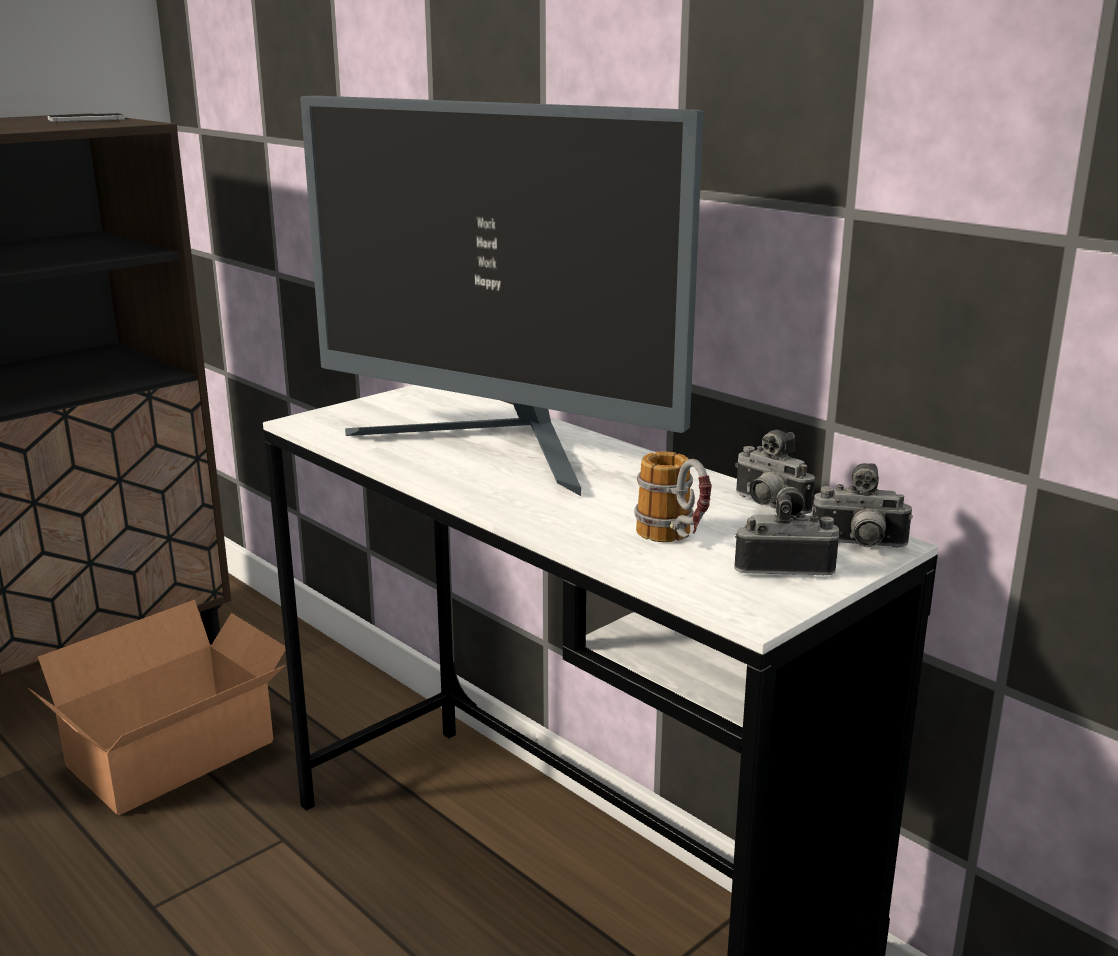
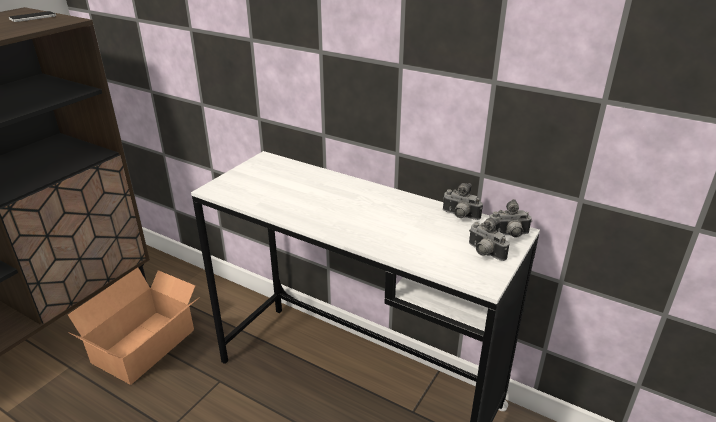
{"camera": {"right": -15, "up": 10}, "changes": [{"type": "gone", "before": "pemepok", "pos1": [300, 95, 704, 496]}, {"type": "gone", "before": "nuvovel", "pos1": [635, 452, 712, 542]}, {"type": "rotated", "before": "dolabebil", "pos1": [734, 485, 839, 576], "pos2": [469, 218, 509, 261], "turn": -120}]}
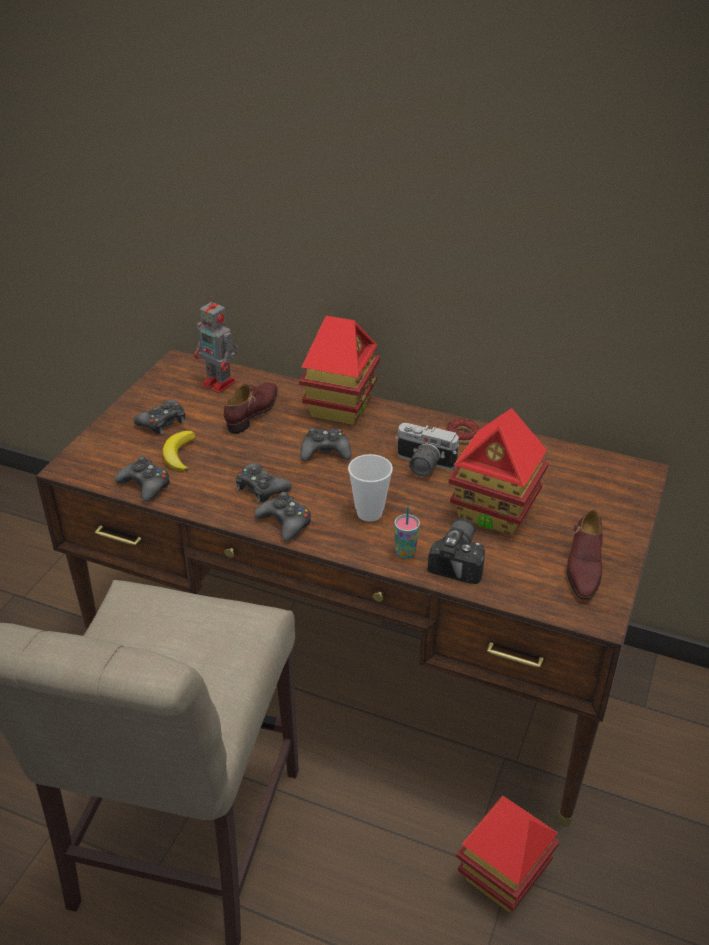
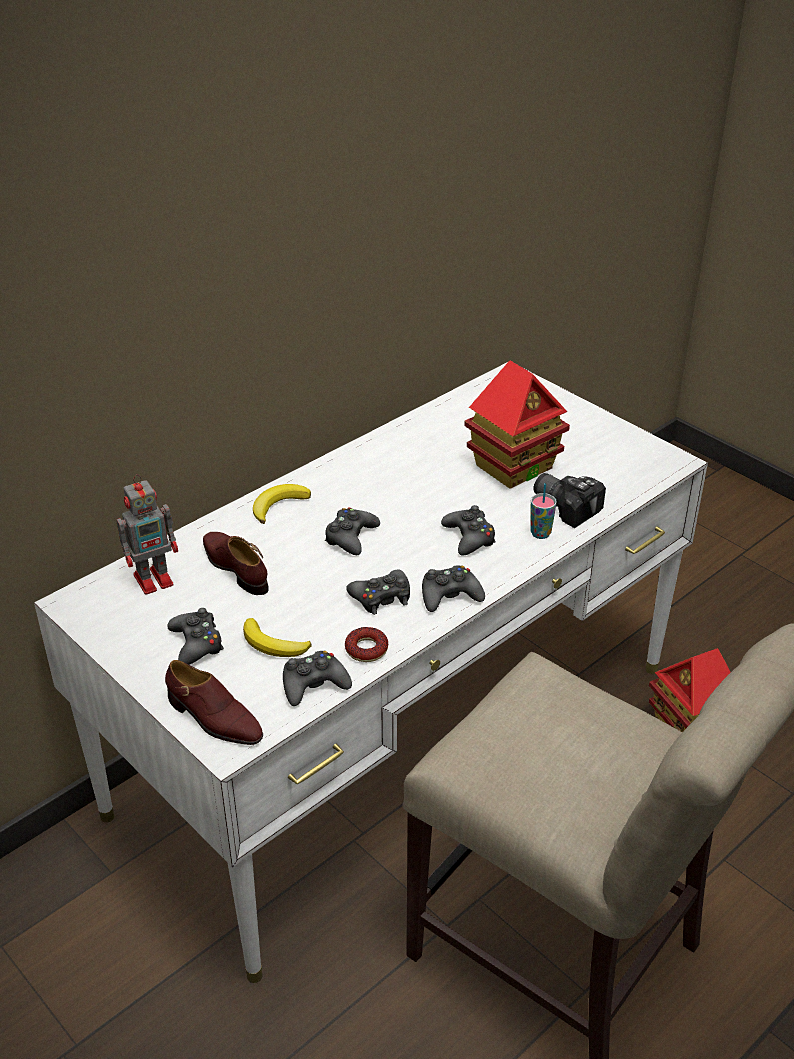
{"camera": {"right": -65, "up": 0}, "changes": [{"type": "gone", "before": "dolabebil", "pos1": [395, 423, 459, 477]}, {"type": "shifted", "before": "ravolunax", "pos1": [446, 419, 479, 443], "pos2": [345, 627, 388, 662]}, {"type": "shifted", "before": "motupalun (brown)", "pos1": [566, 509, 603, 599], "pos2": [165, 660, 263, 745]}, {"type": "swapped", "before": "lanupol", "after": "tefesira", "pos1": [299, 316, 380, 425], "pos2": [253, 484, 311, 524]}, {"type": "swapped", "before": "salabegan", "after": "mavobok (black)", "pos1": [348, 454, 393, 522], "pos2": [441, 505, 495, 556]}, {"type": "repainted", "before": "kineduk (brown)", "after": "kineduk (white)", "pos1": [36, 349, 670, 827], "pos2": [34, 362, 708, 983]}]}
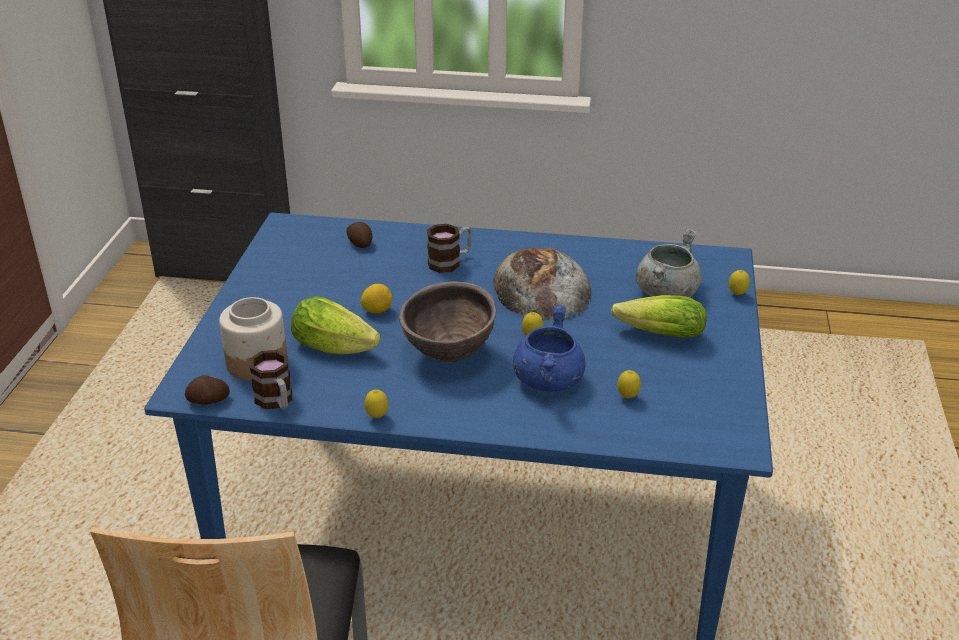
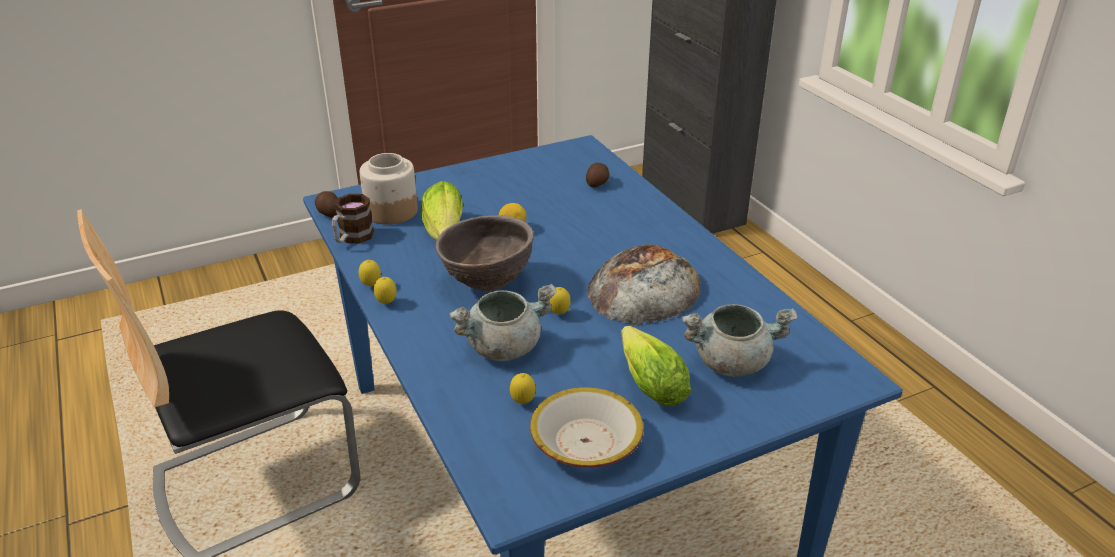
{"camera": {"right": 55, "up": 0}, "changes": [{"type": "gone", "before": "nuvovel", "pos1": [427, 224, 472, 273]}, {"type": "new", "after": "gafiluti", "pos2": [530, 387, 643, 467]}, {"type": "shifted", "before": "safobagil", "pos1": [729, 270, 750, 295], "pos2": [374, 277, 397, 304]}, {"type": "repainted", "before": "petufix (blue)", "after": "petufix (grey)", "pos1": [513, 304, 585, 392], "pos2": [449, 283, 557, 361]}]}
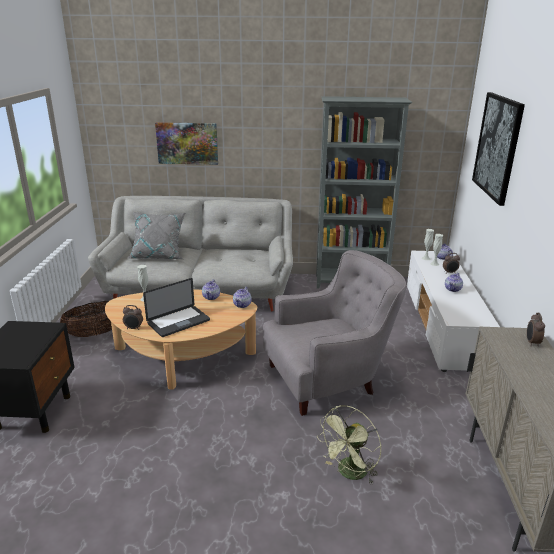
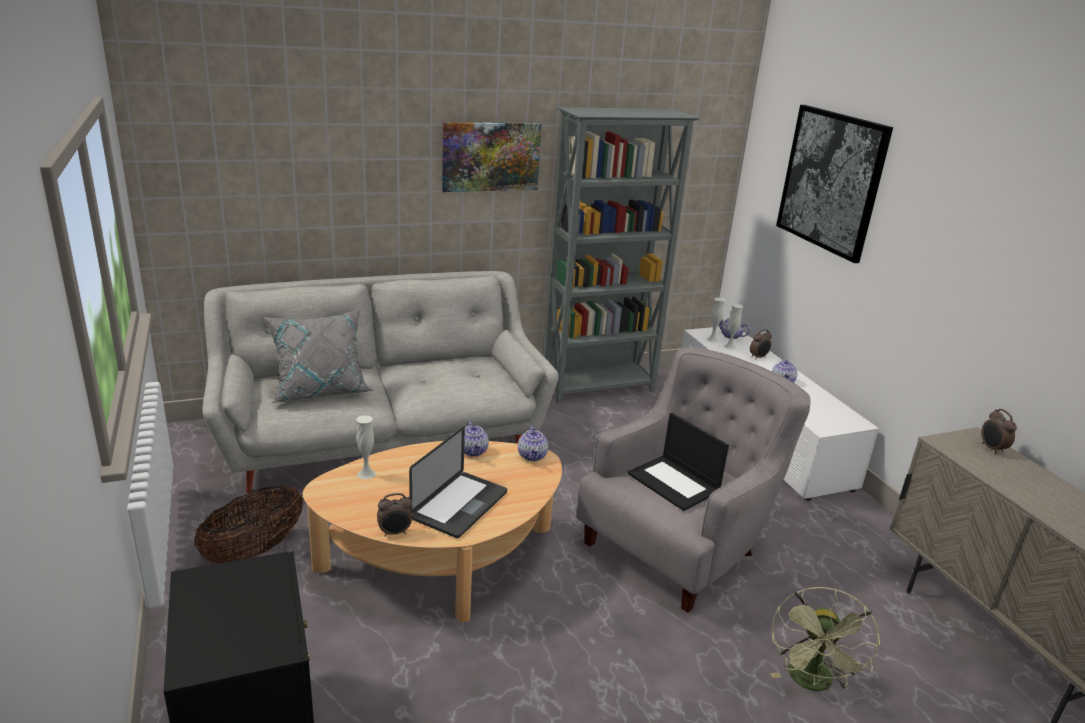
{"camera": {"right": -25, "up": 0}, "changes": [{"type": "new", "after": "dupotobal", "pos2": [627, 413, 729, 511]}, {"type": "shifted", "before": "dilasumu", "pos1": [155, 122, 218, 165], "pos2": [442, 122, 542, 192]}]}
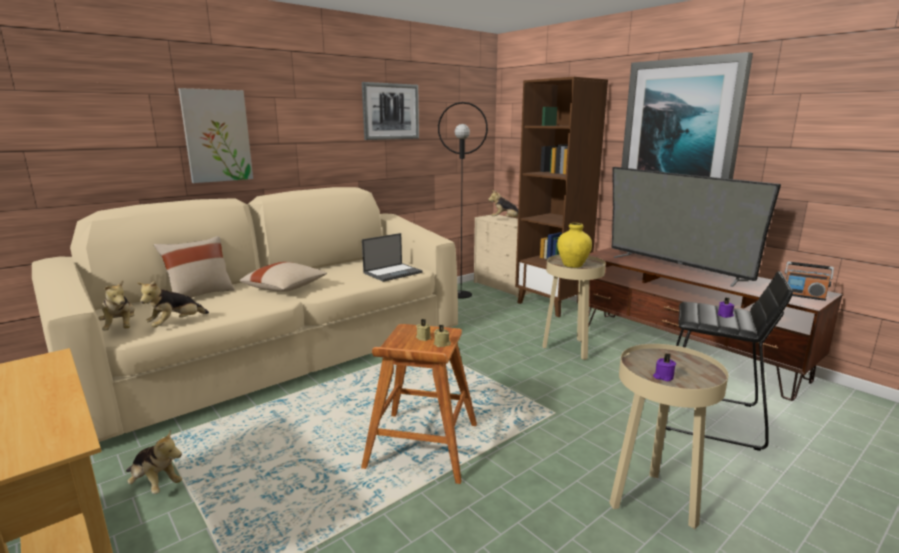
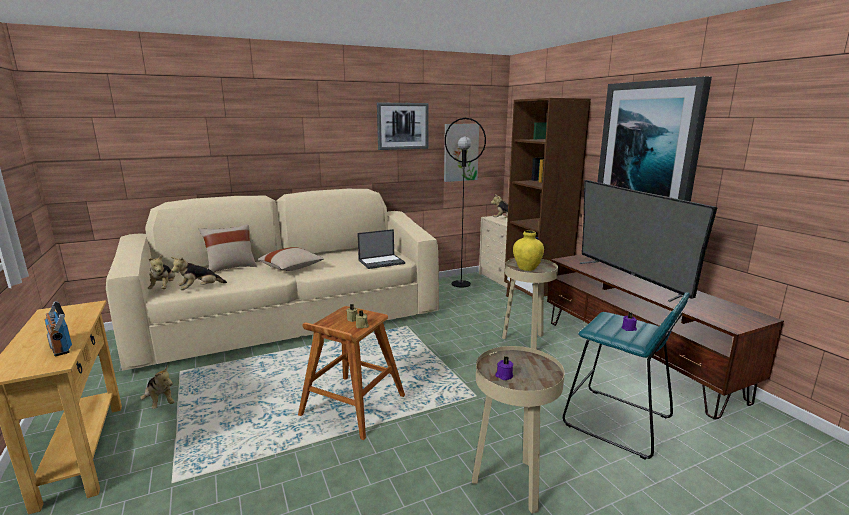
{"camera": {"right": 15, "up": 0}, "changes": [{"type": "shifted", "before": "dilasumu", "pos1": [178, 88, 253, 183], "pos2": [444, 124, 479, 182]}, {"type": "shifted", "before": "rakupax", "pos1": [785, 262, 834, 301], "pos2": [45, 301, 72, 356]}, {"type": "repainted", "before": "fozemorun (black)", "after": "fozemorun (turquoise)", "pos1": [666, 271, 793, 451], "pos2": [563, 292, 690, 460]}]}
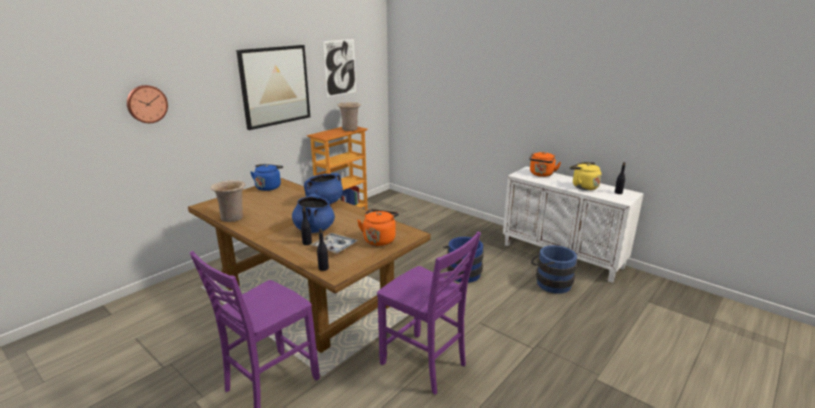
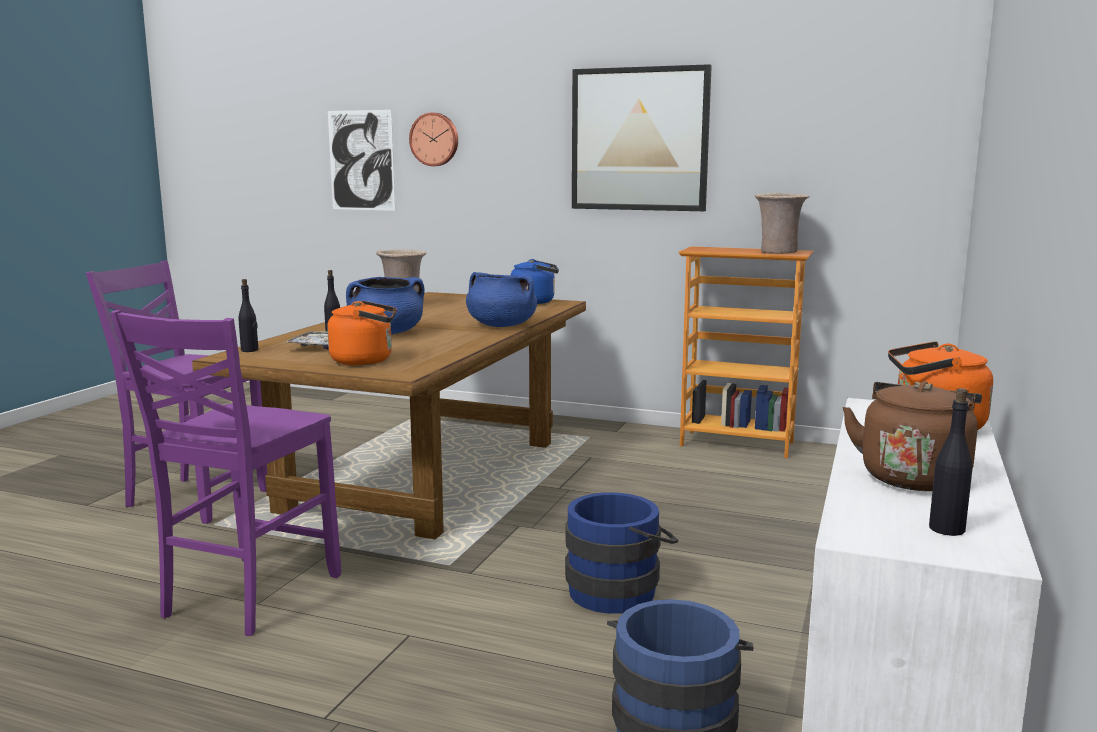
{"camera": {"right": 70, "up": -10}, "changes": [{"type": "shifted", "before": "dilasumu", "pos1": [323, 39, 356, 97], "pos2": [328, 110, 395, 211]}, {"type": "repainted", "before": "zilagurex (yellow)", "after": "zilagurex (brown)", "pos1": [570, 162, 601, 190], "pos2": [842, 381, 982, 491]}]}
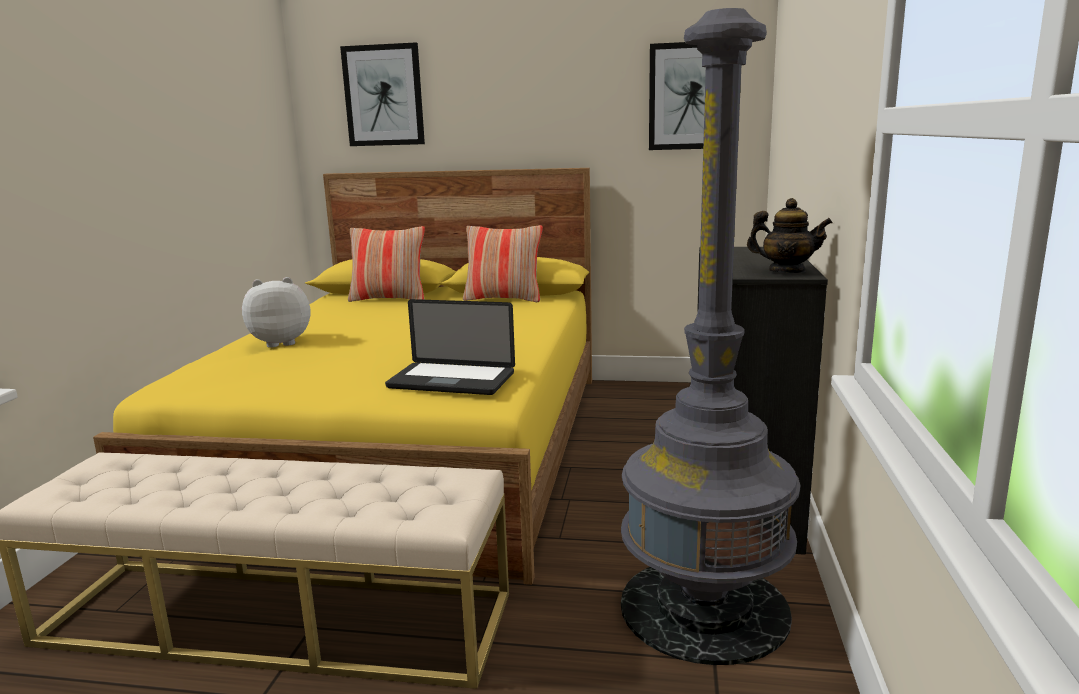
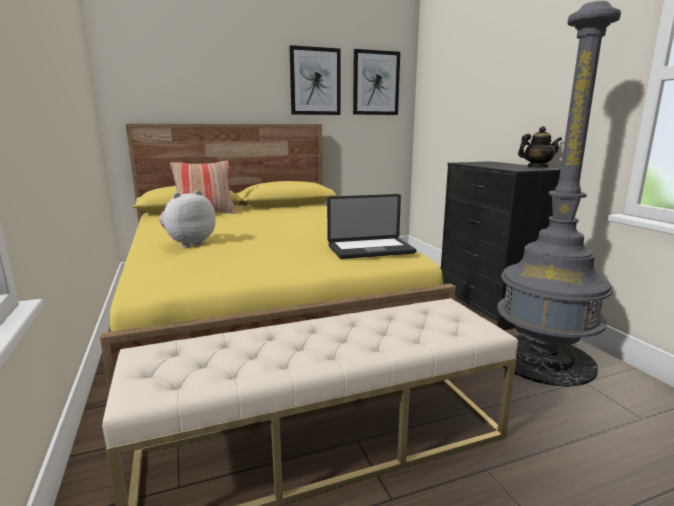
{"camera": {"right": -30, "up": 0}, "changes": [{"type": "gone", "before": "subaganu", "pos1": [463, 225, 543, 302]}, {"type": "shifted", "before": "dilasumu", "pos1": [340, 42, 425, 146], "pos2": [289, 45, 341, 115]}]}
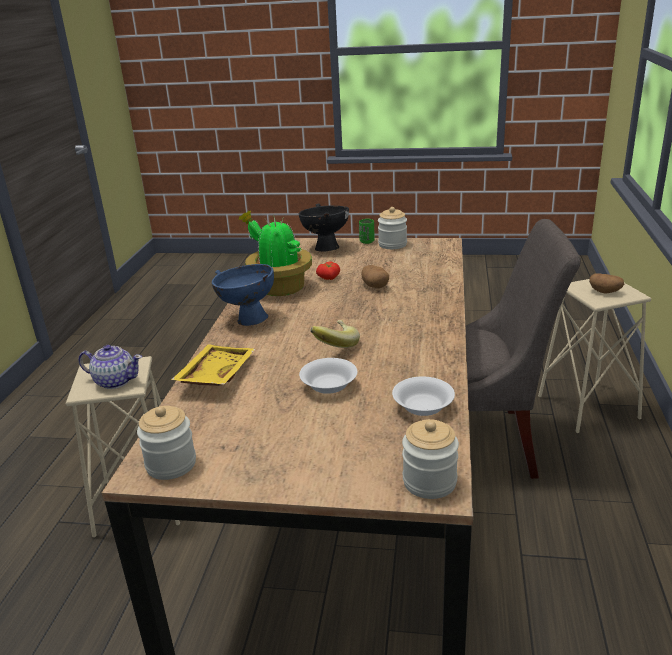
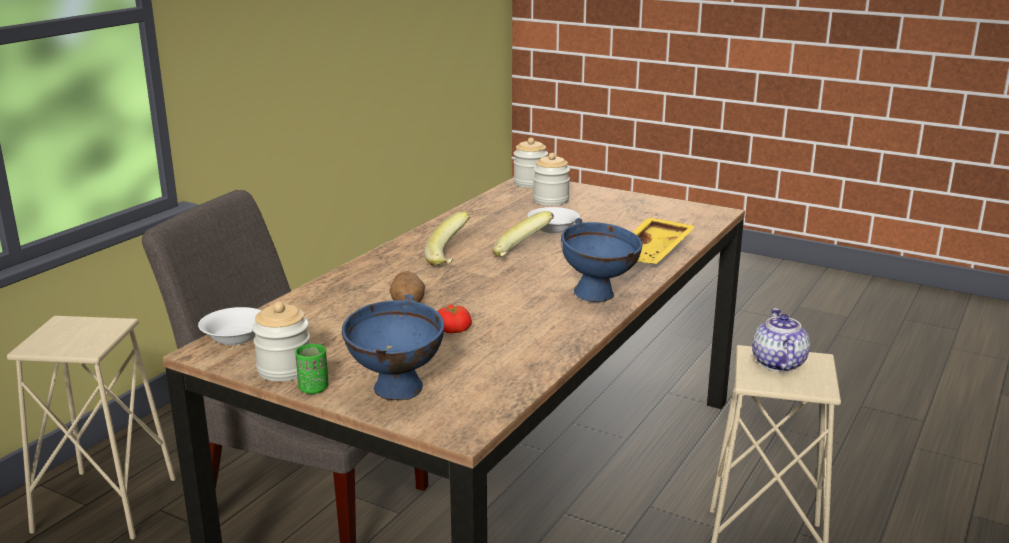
{"camera": {"right": -160, "up": -5}, "changes": [{"type": "gone", "before": "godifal", "pos1": [238, 211, 312, 296]}, {"type": "gone", "before": "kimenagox", "pos1": [589, 273, 624, 294]}, {"type": "new", "after": "tefesira", "pos2": [424, 212, 470, 265]}, {"type": "shifted", "before": "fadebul", "pos1": [137, 406, 196, 480], "pos2": [533, 153, 570, 206]}, {"type": "shifted", "before": "gafiluti (white)", "pos1": [392, 376, 455, 416], "pos2": [198, 307, 262, 345]}, {"type": "repainted", "before": "gafiluti (black)", "after": "gafiluti (blue)", "pos1": [299, 204, 349, 252], "pos2": [342, 294, 444, 401]}, {"type": "rotated", "before": "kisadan", "pos1": [79, 345, 142, 389], "pos2": [752, 308, 810, 372], "turn": 60}]}
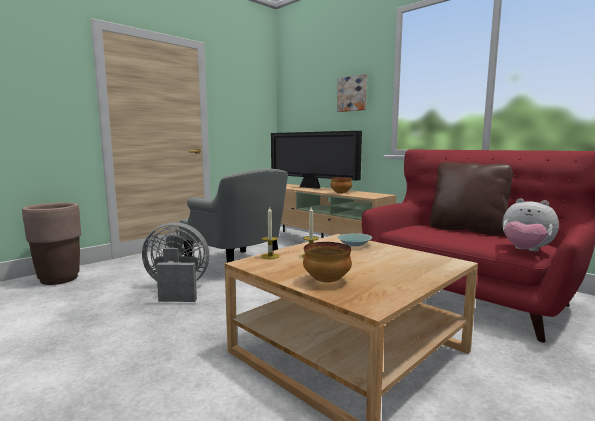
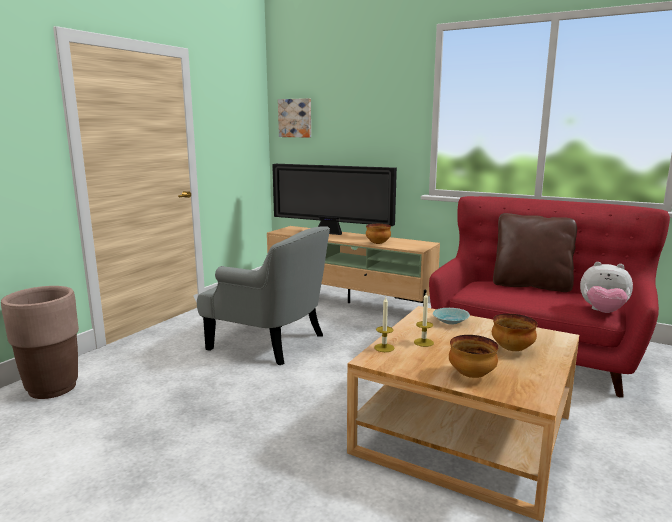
{"camera": {"right": -15, "up": 5}, "changes": [{"type": "gone", "before": "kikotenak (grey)", "pos1": [142, 222, 209, 302]}, {"type": "new", "after": "gafiluti", "pos2": [492, 314, 538, 351]}, {"type": "shifted", "before": "dilasumu", "pos1": [337, 74, 367, 112], "pos2": [278, 98, 311, 138]}]}
